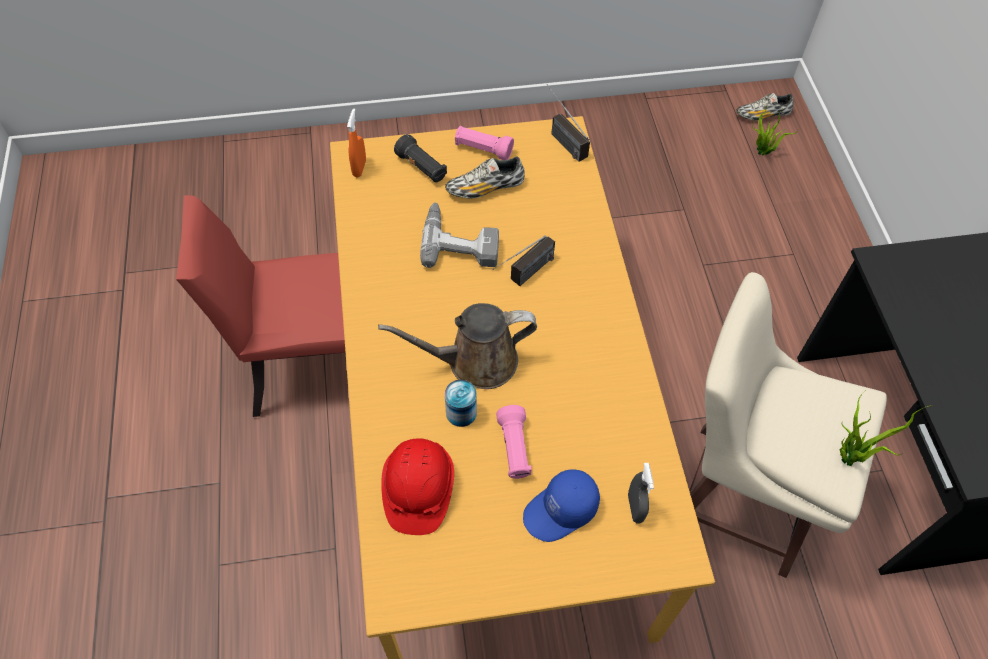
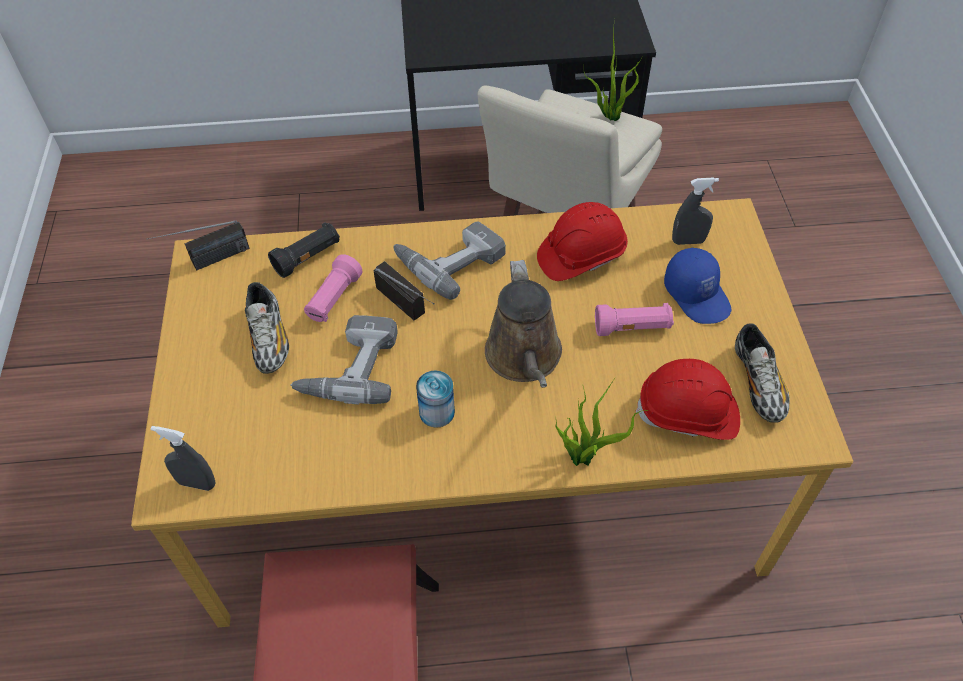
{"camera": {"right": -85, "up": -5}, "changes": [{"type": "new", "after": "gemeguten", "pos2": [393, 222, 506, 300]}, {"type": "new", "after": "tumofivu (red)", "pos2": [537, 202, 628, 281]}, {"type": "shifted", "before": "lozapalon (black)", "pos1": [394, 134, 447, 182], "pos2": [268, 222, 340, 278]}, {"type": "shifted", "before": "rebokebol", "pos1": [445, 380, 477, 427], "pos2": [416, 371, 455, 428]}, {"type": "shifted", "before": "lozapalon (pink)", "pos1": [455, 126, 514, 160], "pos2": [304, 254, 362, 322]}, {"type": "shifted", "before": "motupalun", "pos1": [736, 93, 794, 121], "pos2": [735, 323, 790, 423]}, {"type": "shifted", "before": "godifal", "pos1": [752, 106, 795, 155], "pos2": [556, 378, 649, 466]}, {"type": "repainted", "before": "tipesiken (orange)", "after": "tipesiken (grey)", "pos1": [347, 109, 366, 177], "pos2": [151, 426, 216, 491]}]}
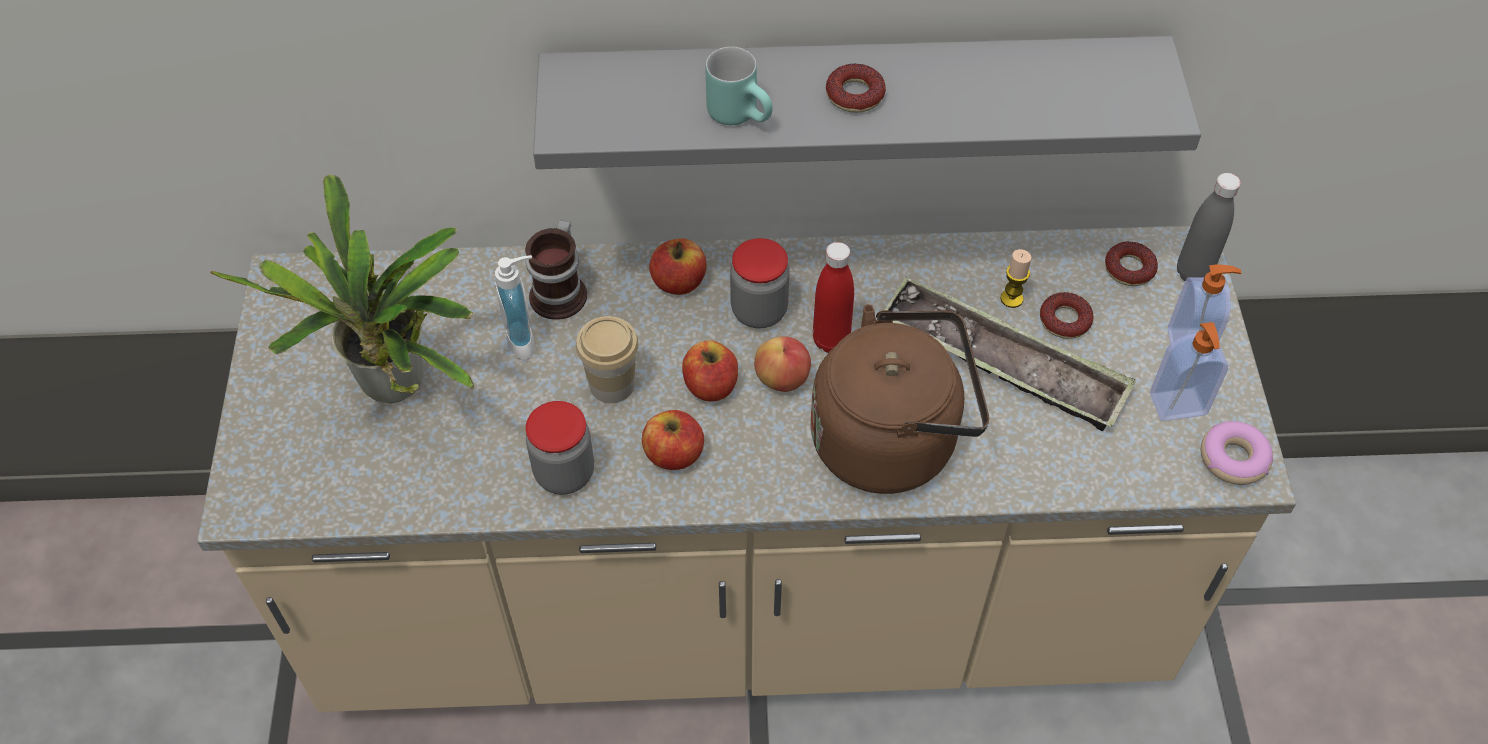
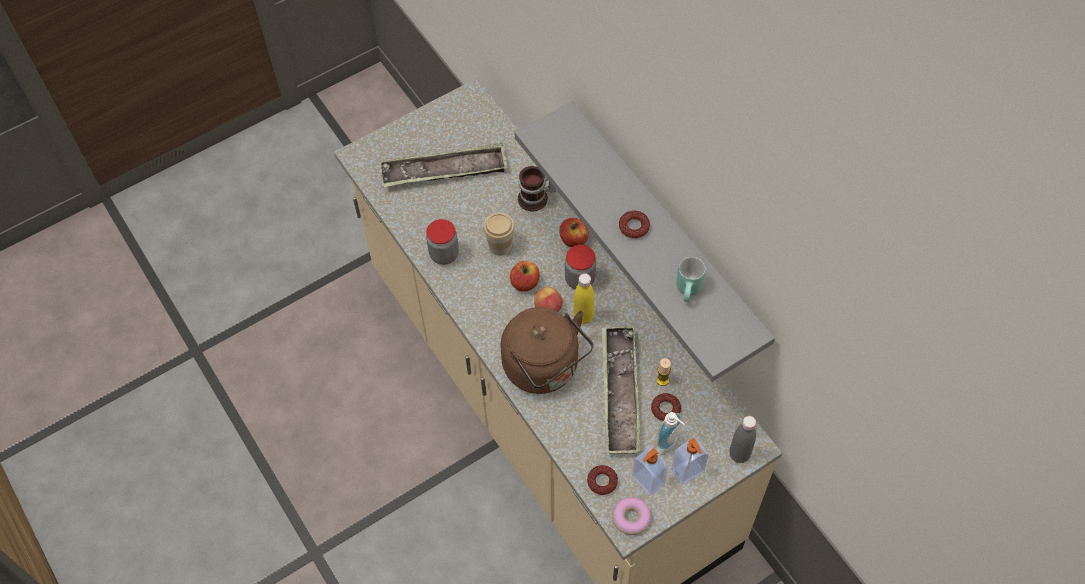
{"camera": {"right": 60, "up": 5}, "changes": [{"type": "gone", "before": "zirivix", "pos1": [642, 410, 704, 470]}, {"type": "shifted", "before": "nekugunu", "pos1": [495, 255, 534, 360], "pos2": [656, 412, 684, 455]}, {"type": "shifted", "before": "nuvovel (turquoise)", "pos1": [705, 47, 773, 125], "pos2": [676, 257, 706, 302]}, {"type": "shifted", "before": "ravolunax", "pos1": [1105, 242, 1158, 286], "pos2": [587, 465, 618, 495]}, {"type": "swapped", "before": "godifal", "after": "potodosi", "pos1": [210, 174, 474, 404], "pos2": [379, 143, 508, 187]}, {"type": "repainted", "before": "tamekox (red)", "after": "tamekox (yellow)", "pos1": [813, 242, 854, 353], "pos2": [573, 273, 594, 324]}]}
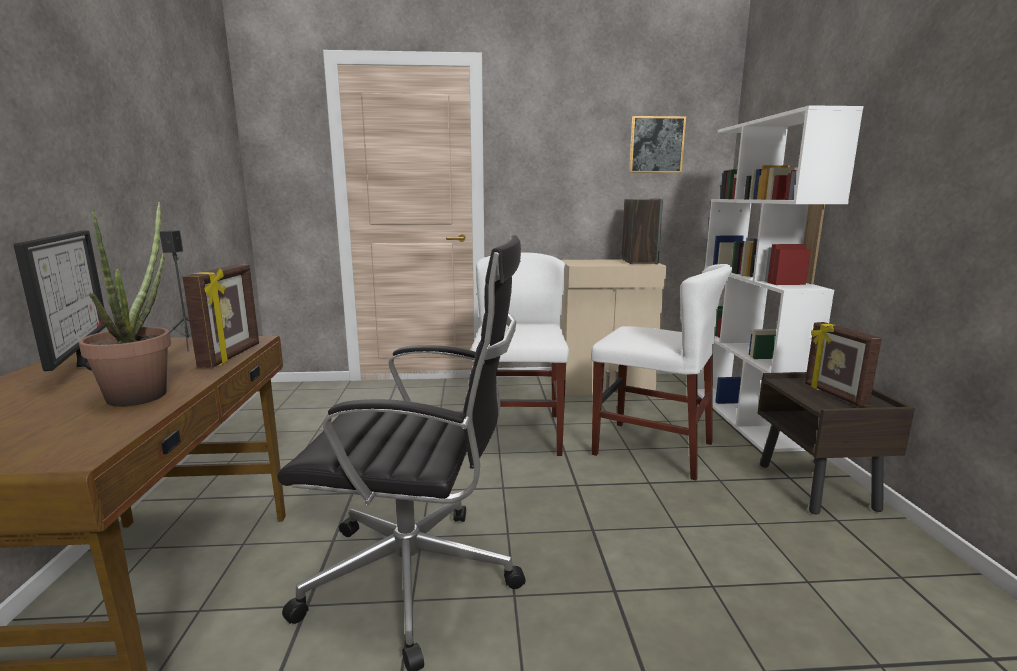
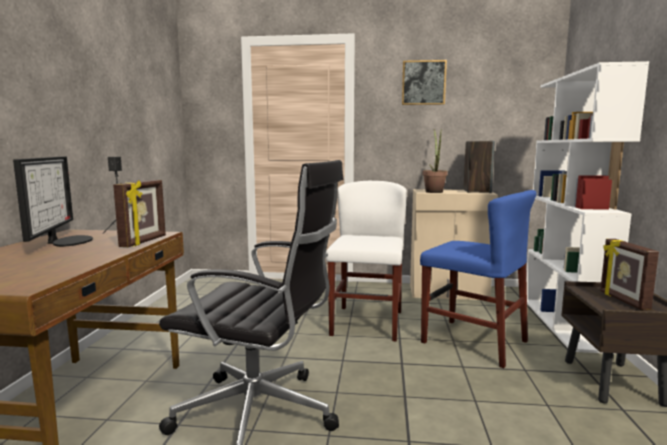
{"camera": {"right": 10, "up": -5}, "changes": [{"type": "shifted", "before": "godifal", "pos1": [79, 202, 171, 407], "pos2": [423, 129, 448, 193]}, {"type": "shifted", "before": "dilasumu", "pos1": [629, 116, 686, 173], "pos2": [402, 60, 447, 105]}, {"type": "repainted", "before": "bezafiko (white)", "after": "bezafiko (blue)", "pos1": [591, 264, 732, 480], "pos2": [420, 190, 536, 368]}]}
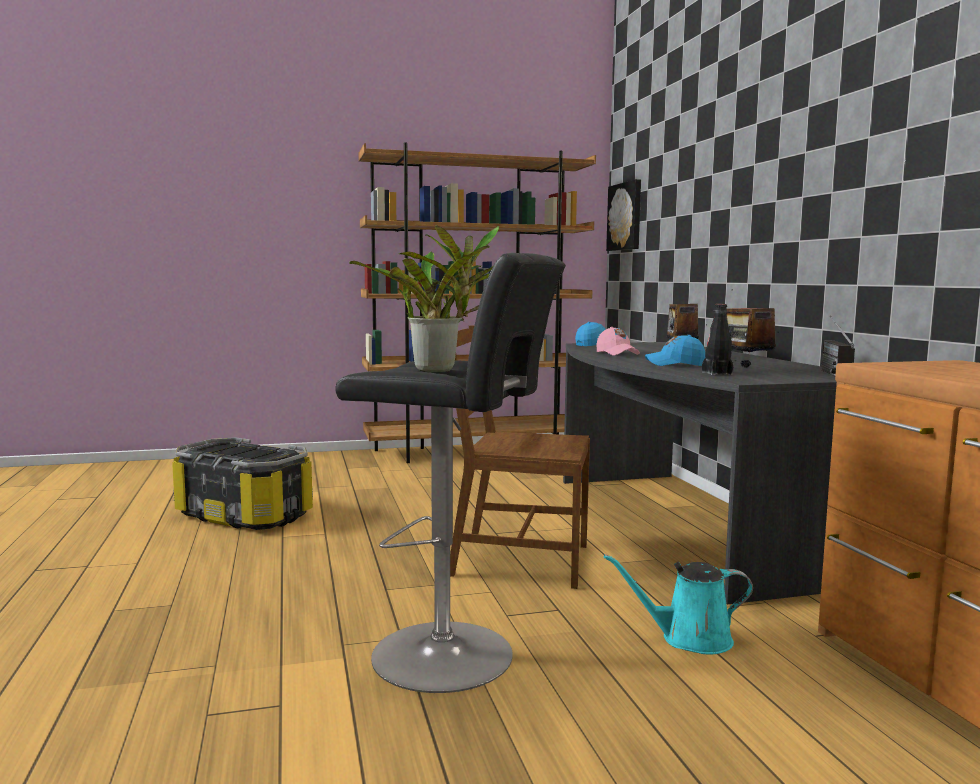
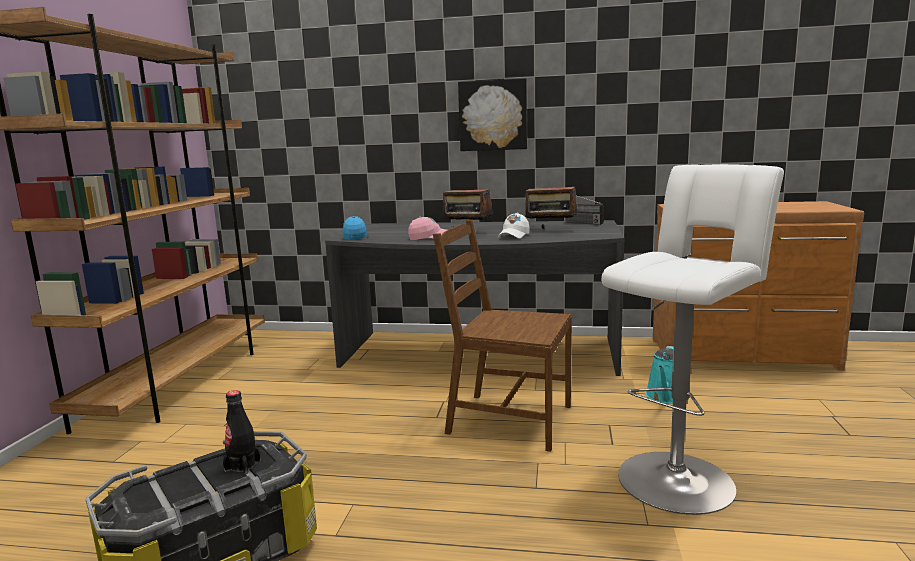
{"camera": {"right": -65, "up": 5}, "changes": [{"type": "gone", "before": "godifal", "pos1": [349, 225, 499, 372]}, {"type": "shifted", "before": "dilasumu", "pos1": [606, 179, 641, 251], "pos2": [458, 78, 527, 151]}, {"type": "shifted", "before": "tamekox (black)", "pos1": [702, 304, 733, 375], "pos2": [223, 390, 261, 474]}, {"type": "repainted", "before": "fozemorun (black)", "after": "fozemorun (white)", "pos1": [335, 253, 566, 693], "pos2": [601, 164, 784, 515]}, {"type": "repainted", "before": "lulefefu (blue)", "after": "lulefefu (white)", "pos1": [645, 335, 705, 366], "pos2": [497, 213, 529, 239]}, {"type": "rotated", "before": "bezafiko (brown)", "pos1": [450, 325, 590, 589], "pos2": [433, 220, 572, 452], "turn": 75}]}
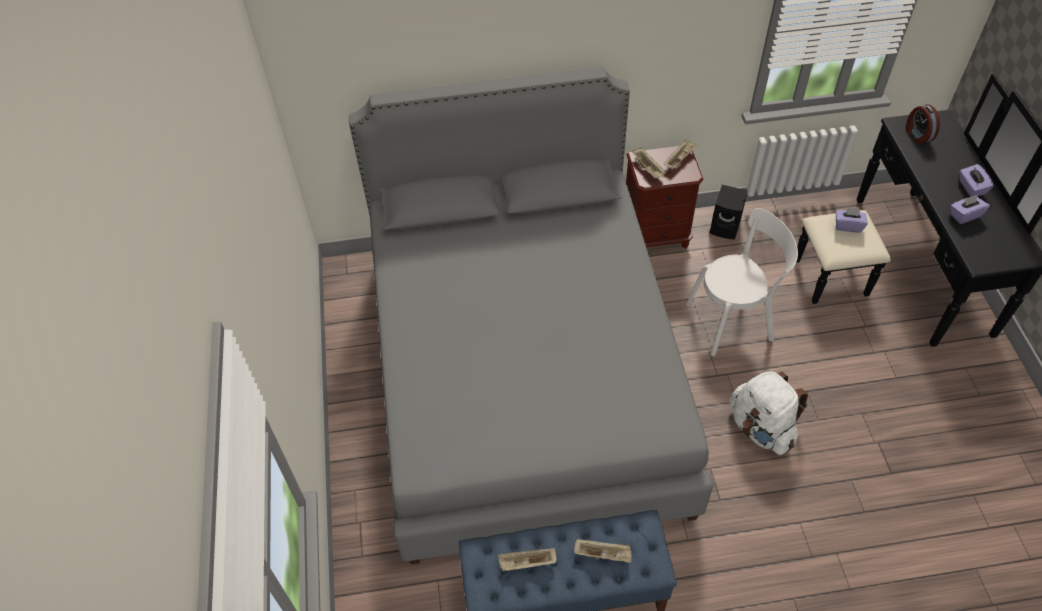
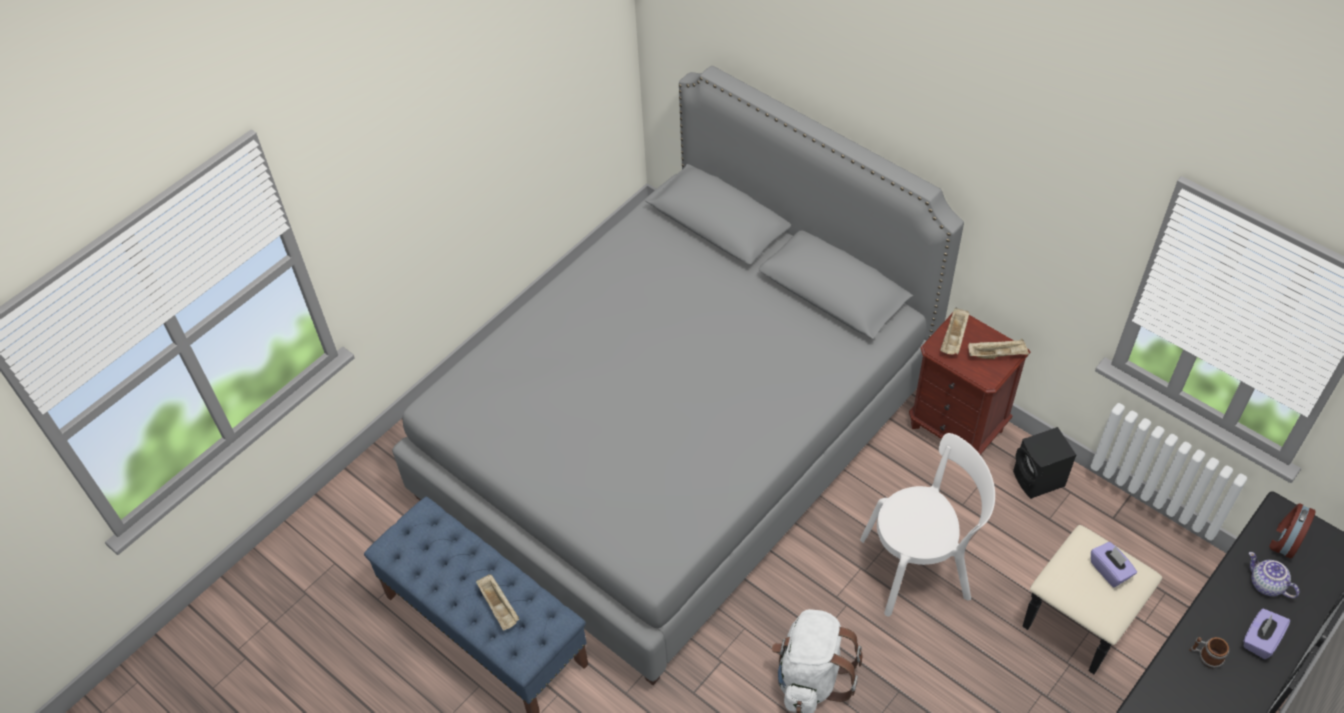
{"camera": {"right": 50, "up": 0}, "changes": [{"type": "gone", "before": "potodosi (beige)", "pos1": [498, 548, 557, 571]}, {"type": "new", "after": "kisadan", "pos2": [1249, 552, 1299, 598]}, {"type": "swapped", "before": "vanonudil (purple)", "after": "nuvovel", "pos1": [951, 195, 990, 224], "pos2": [1189, 637, 1229, 668]}, {"type": "rotated", "before": "bezafiko (white)", "pos1": [686, 208, 798, 356], "pos2": [860, 433, 995, 616], "turn": -45}]}
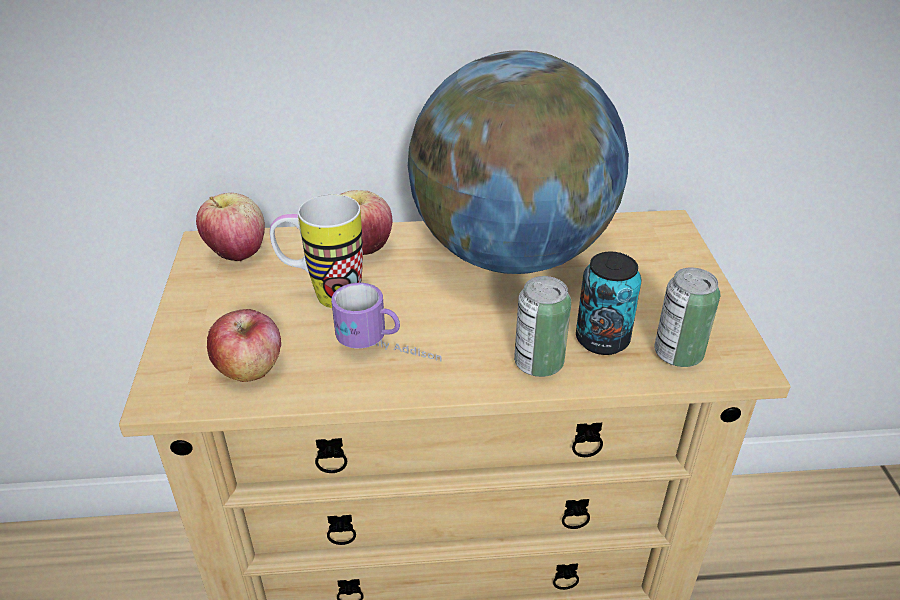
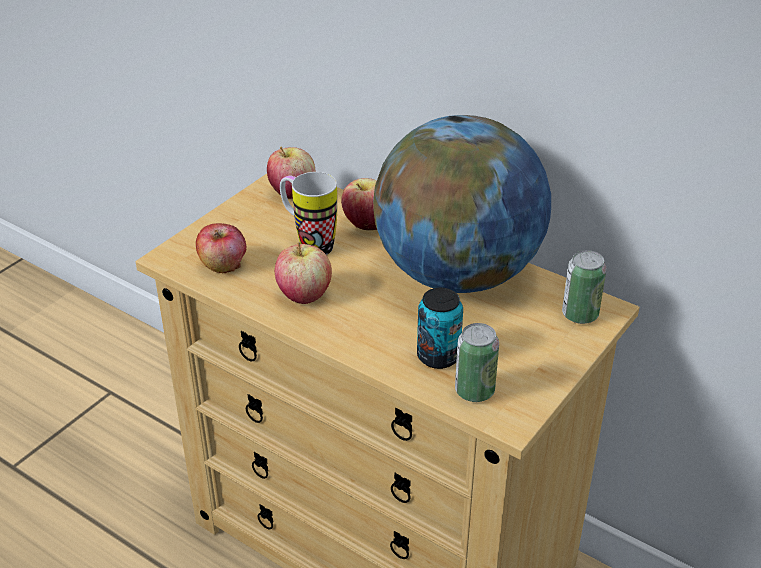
{"camera": {"right": 40, "up": 0}, "changes": [{"type": "shifted", "before": "rebokebol", "pos1": [514, 276, 571, 377], "pos2": [562, 250, 607, 324]}, {"type": "swapped", "before": "nuvovel", "after": "zirivix", "pos1": [331, 283, 442, 361], "pos2": [275, 242, 332, 304]}]}
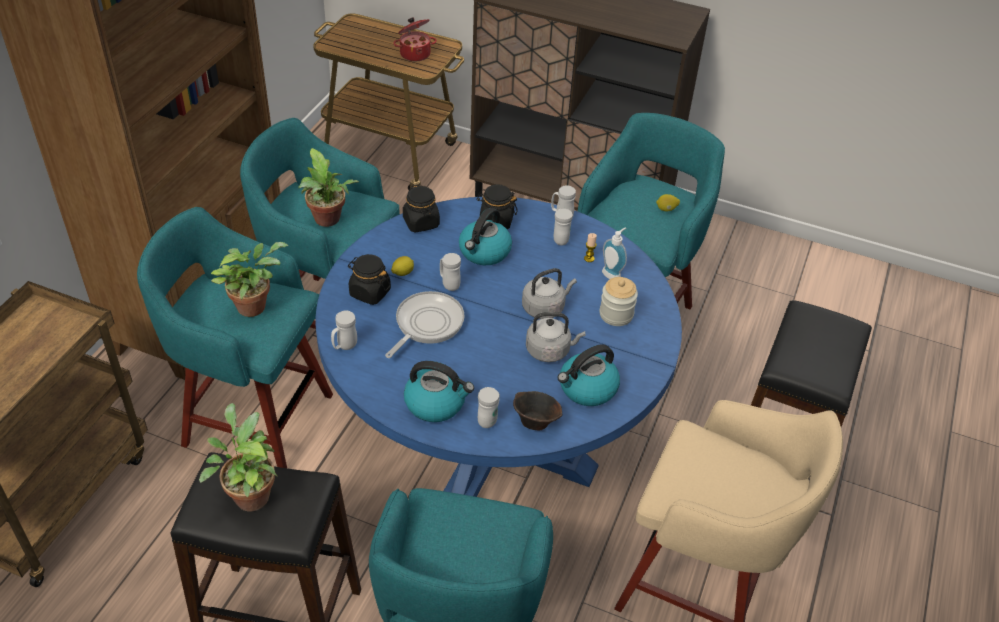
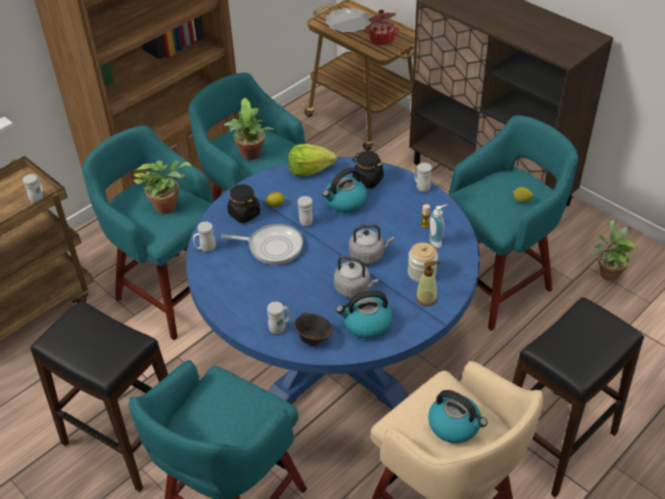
{"camera": {"right": 25, "up": 0}, "changes": [{"type": "new", "after": "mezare", "pos2": [325, 8, 372, 33]}, {"type": "new", "after": "nekugunu", "pos2": [416, 261, 440, 306]}, {"type": "shifted", "before": "godifal", "pos1": [199, 403, 277, 511], "pos2": [592, 219, 635, 281]}, {"type": "shifted", "before": "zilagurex", "pos1": [404, 361, 474, 422], "pos2": [428, 390, 488, 443]}, {"type": "shifted", "before": "nuvovel (white)", "pos1": [554, 209, 573, 245], "pos2": [23, 174, 43, 203]}, {"type": "swapped", "before": "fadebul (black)", "after": "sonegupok", "pos1": [403, 184, 440, 232], "pos2": [288, 144, 337, 176]}, {"type": "rotated", "before": "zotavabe", "pos1": [385, 291, 465, 358], "pos2": [221, 224, 303, 265], "turn": 45}]}
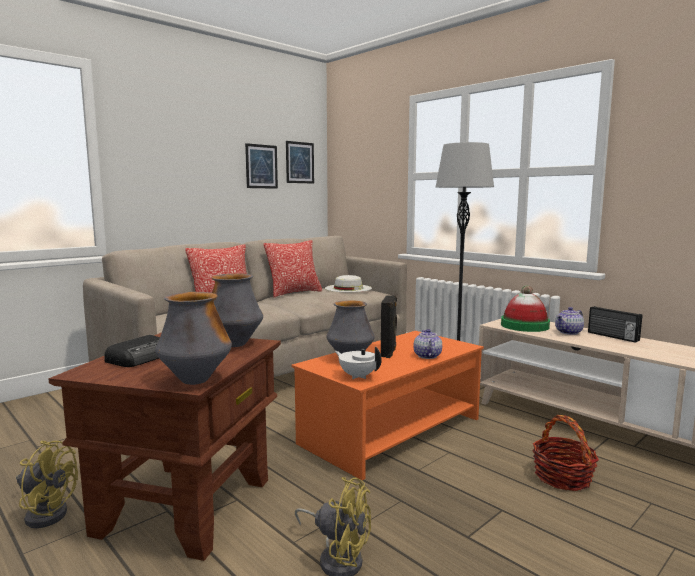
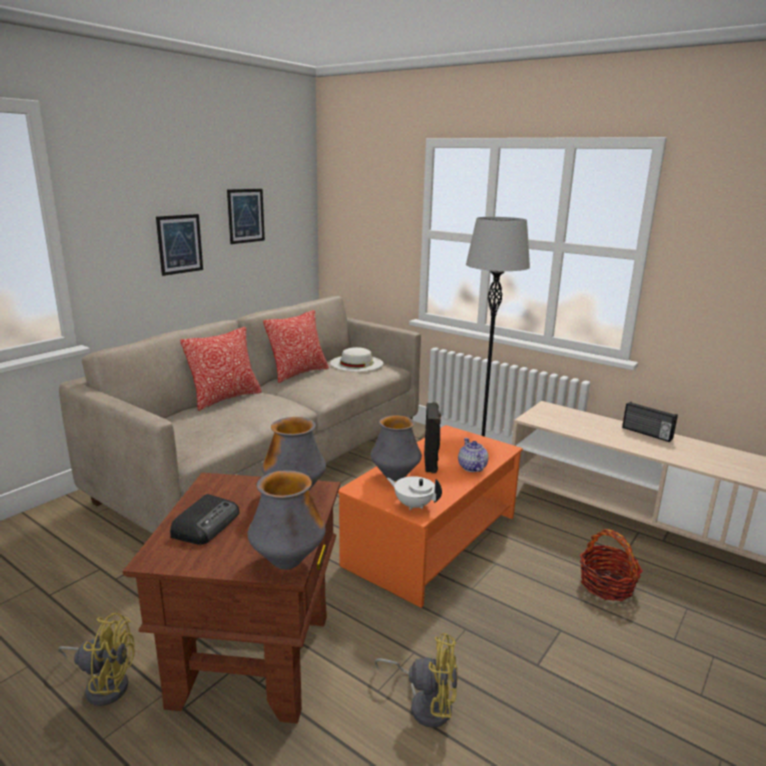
{"camera": {"right": -10, "up": 10}, "changes": [{"type": "gone", "before": "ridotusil", "pos1": [501, 286, 550, 332]}, {"type": "gone", "before": "kisadan", "pos1": [555, 307, 584, 335]}, {"type": "shifted", "before": "dilasumu", "pos1": [286, 141, 314, 184], "pos2": [156, 214, 203, 276]}]}
